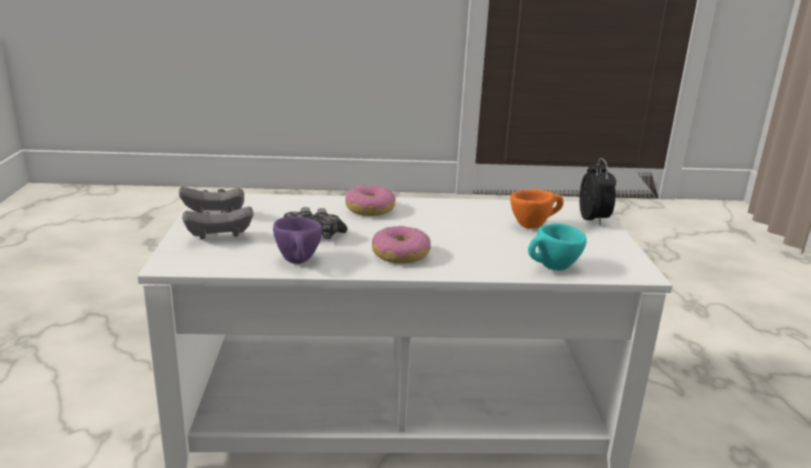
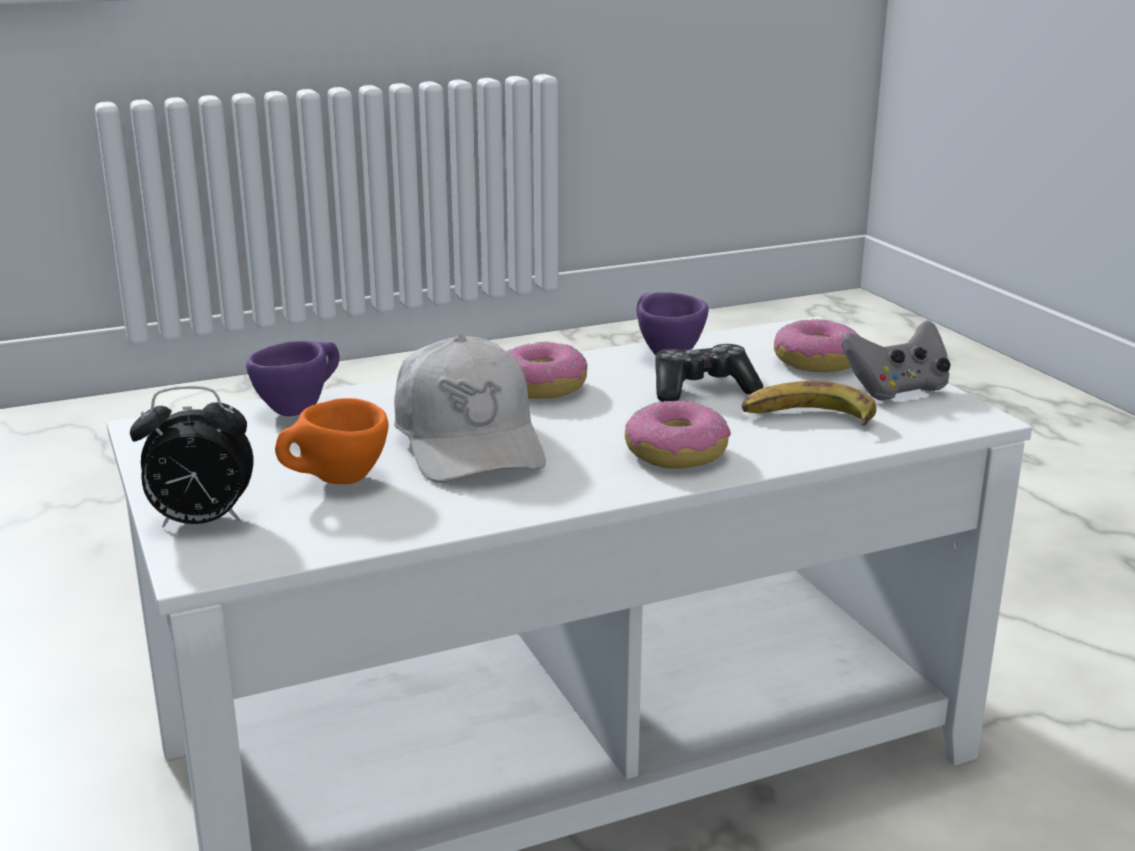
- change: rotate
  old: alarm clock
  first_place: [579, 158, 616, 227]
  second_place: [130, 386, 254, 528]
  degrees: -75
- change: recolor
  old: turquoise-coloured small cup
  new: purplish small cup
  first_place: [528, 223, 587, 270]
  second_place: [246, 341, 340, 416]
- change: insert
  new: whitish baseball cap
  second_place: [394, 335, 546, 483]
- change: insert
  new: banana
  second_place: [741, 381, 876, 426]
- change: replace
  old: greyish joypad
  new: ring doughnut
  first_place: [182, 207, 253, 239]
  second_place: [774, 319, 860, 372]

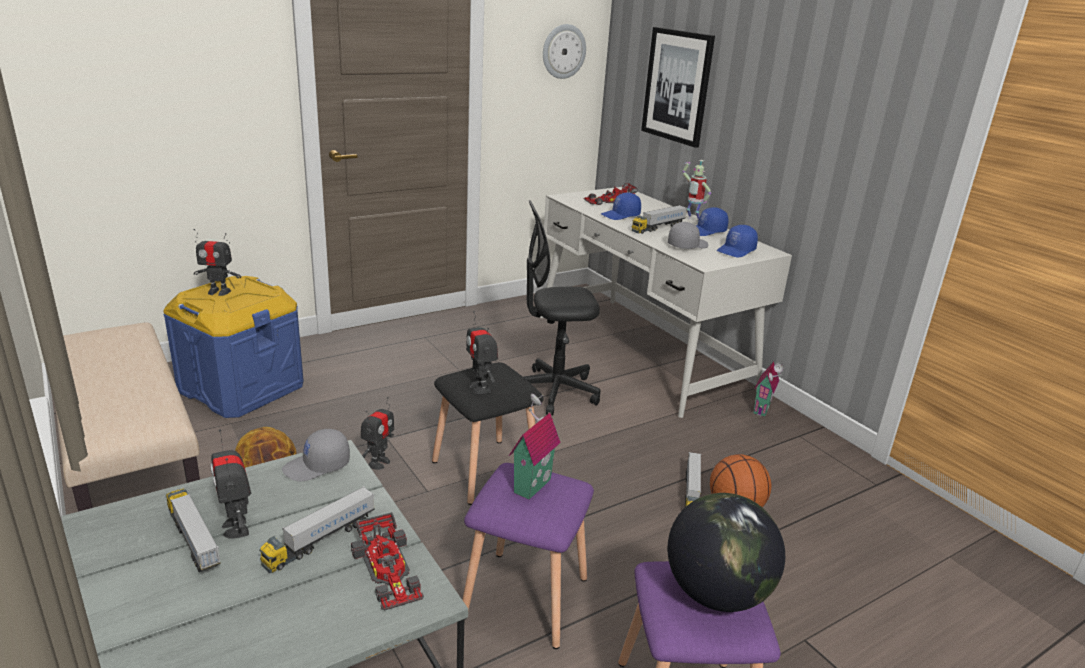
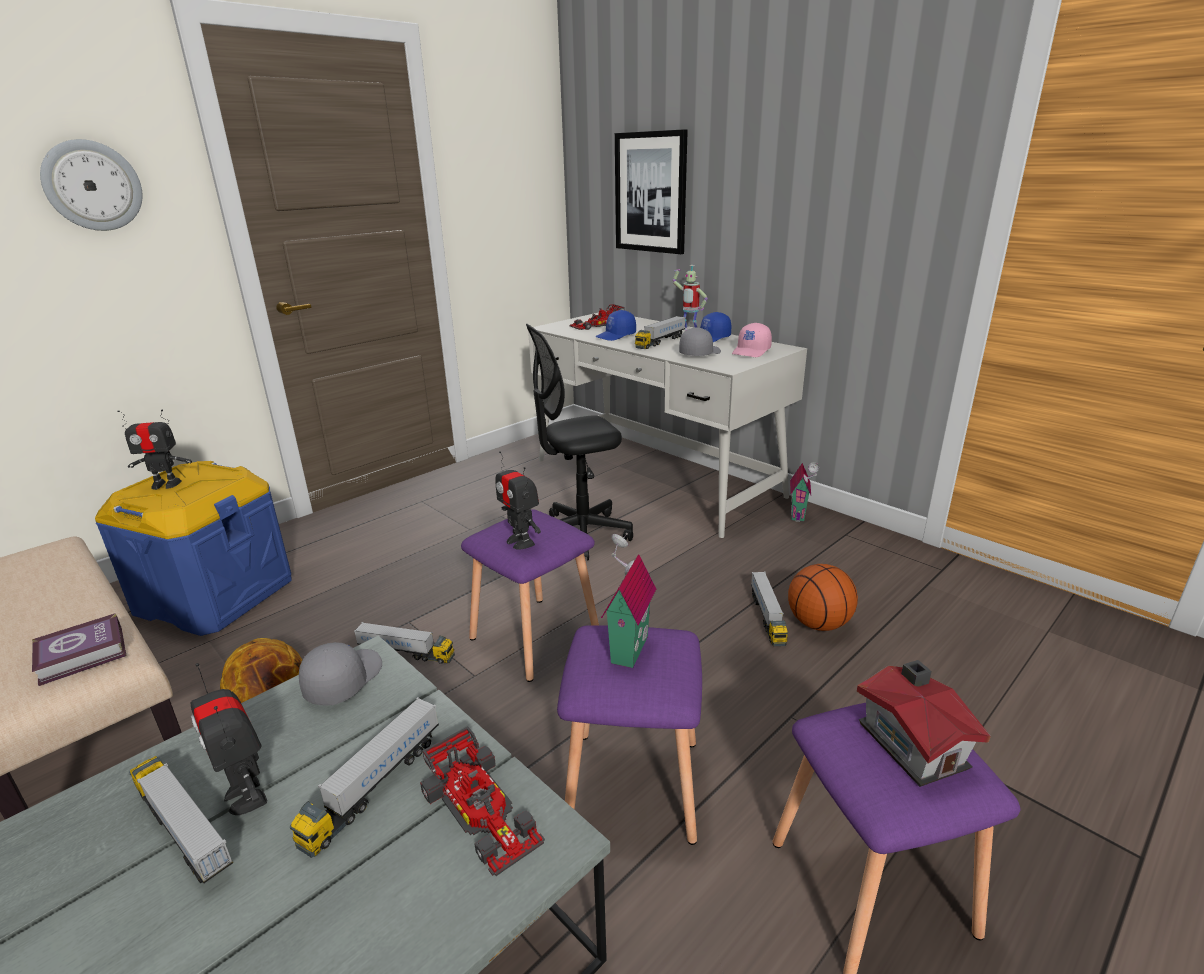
- change: insert
  new: bound book
  second_place: [32, 613, 126, 686]
- change: move
  old: wall clock
  first_place: [543, 24, 586, 79]
  second_place: [40, 139, 143, 231]
- change: rotate
  old: greyish baseball cap
  first_place: [282, 429, 350, 482]
  second_place: [299, 642, 382, 705]
  degrees: 150
- change: replace
  old: robot figure
  new: model truck
  first_place: [361, 397, 394, 470]
  second_place: [354, 622, 455, 664]
- change: recolor
  old: black sitting stool
  new: purplish sitting stool
  first_place: [432, 362, 544, 505]
  second_place: [461, 510, 599, 682]
- change: recolor
  old: blue baseball cap
  new: pink-coloured baseball cap
  first_place: [717, 225, 758, 258]
  second_place: [732, 323, 772, 357]
- change: replace
  old: world globe
  new: toy house
  first_place: [667, 493, 785, 612]
  second_place: [857, 660, 991, 787]

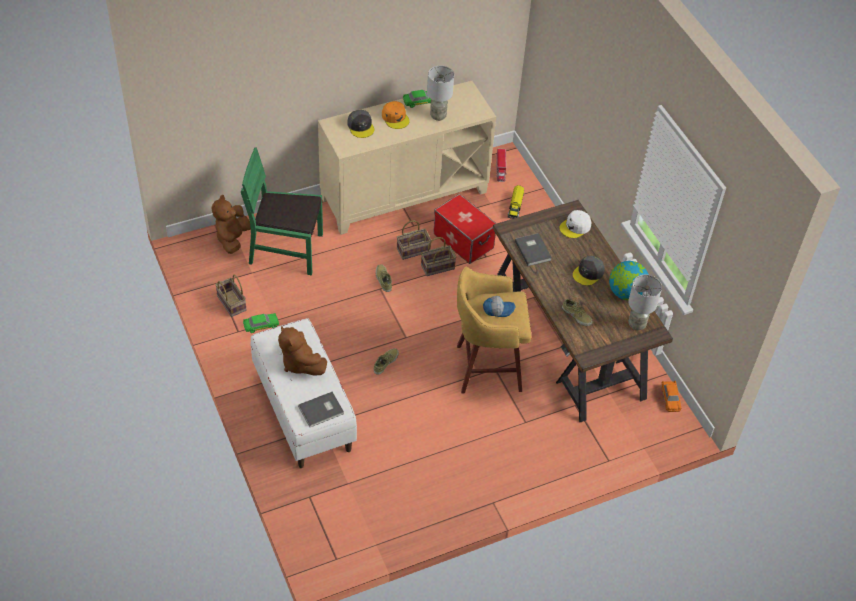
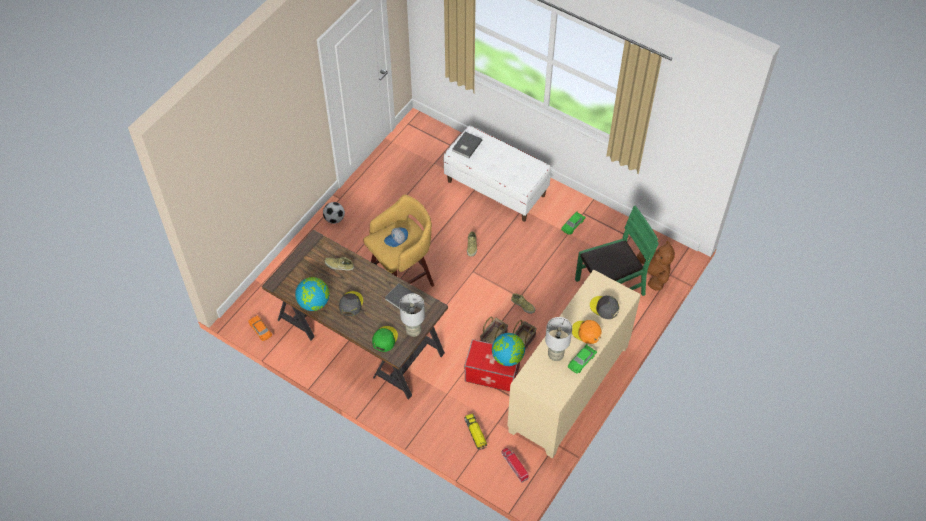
- change: insert
  new: football
  second_place: [323, 202, 345, 224]
- change: recolor
  old: whitish baseball cap
  new: greenish baseball cap
  first_place: [560, 210, 592, 238]
  second_place: [372, 326, 398, 352]
- change: move
  old: greyish table lamp
  first_place: [628, 275, 662, 330]
  second_place: [399, 293, 425, 337]
- change: insert
  new: world globe
  second_place: [492, 333, 525, 366]
- change: delete
  old: basket
  first_place: [215, 274, 246, 317]
- change: delete
  old: brownish plush toy
  first_place: [278, 325, 327, 375]

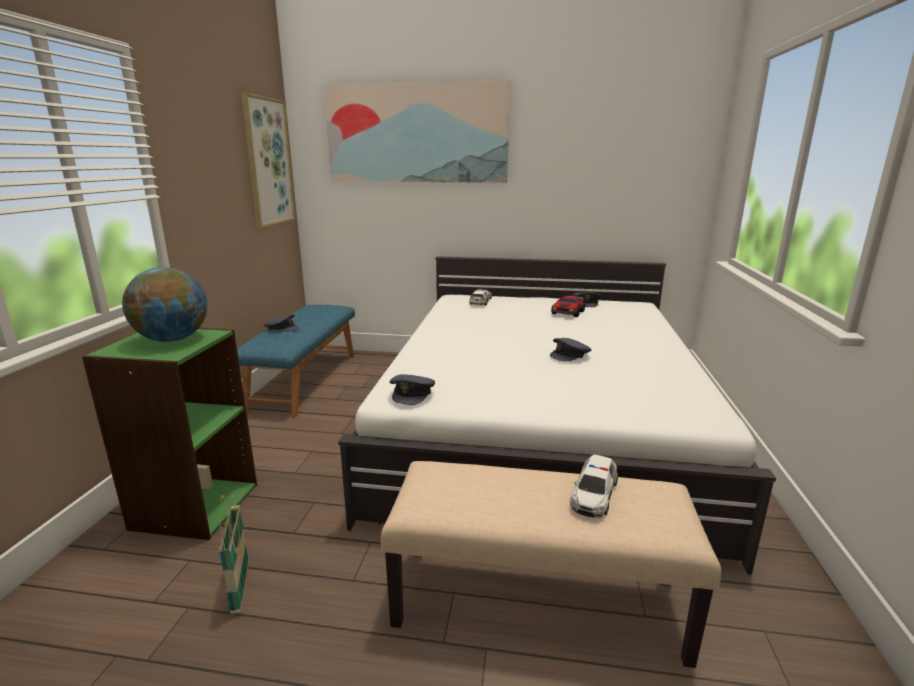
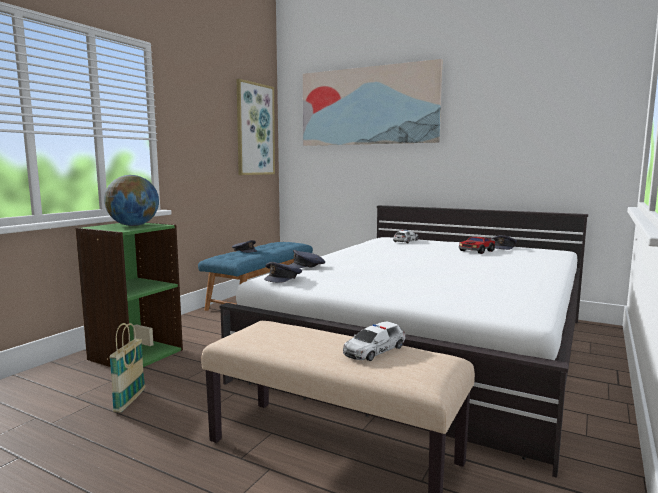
- change: move
  old: greyish baseball cap
  first_place: [550, 338, 591, 362]
  second_place: [290, 250, 325, 268]

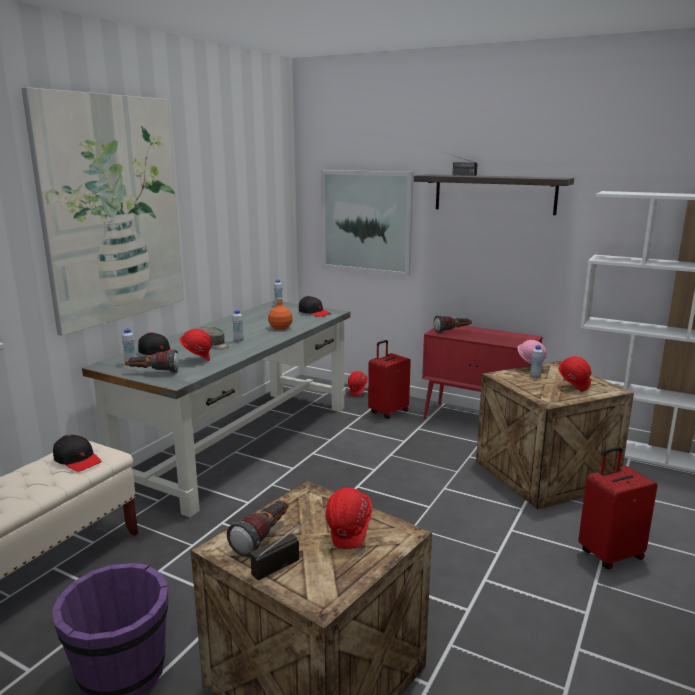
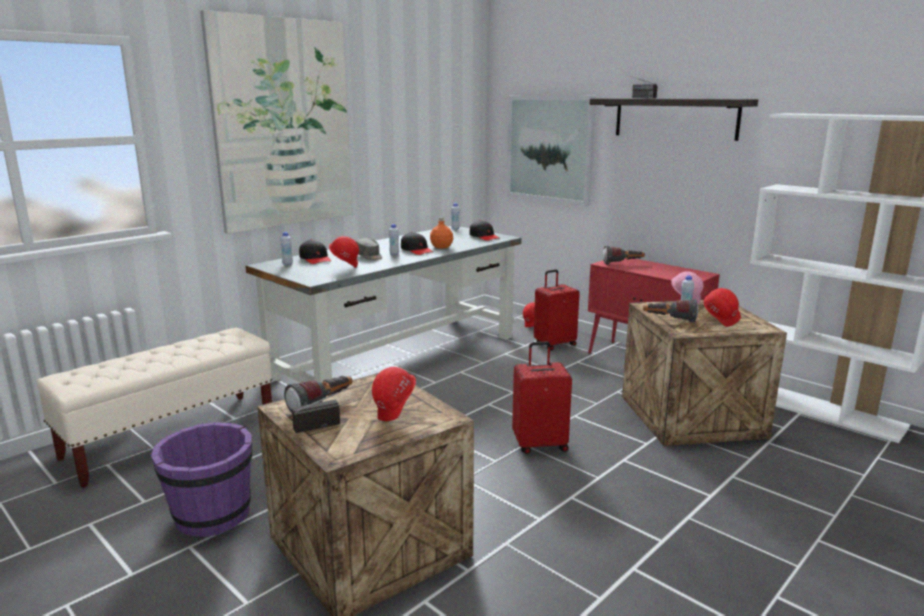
- change: move
  old: black baseball cap
  first_place: [53, 435, 101, 472]
  second_place: [401, 232, 433, 255]
- change: move
  old: reddish suitcase
  first_place: [578, 447, 657, 569]
  second_place: [512, 342, 572, 454]
- change: move
  old: flashlight
  first_place: [125, 350, 179, 373]
  second_place: [643, 299, 698, 323]

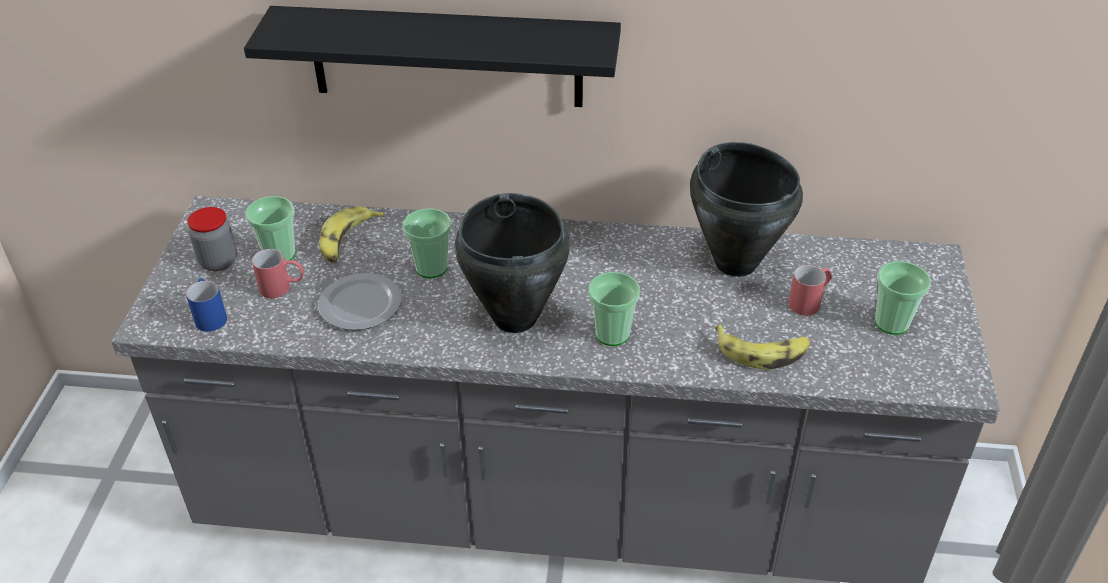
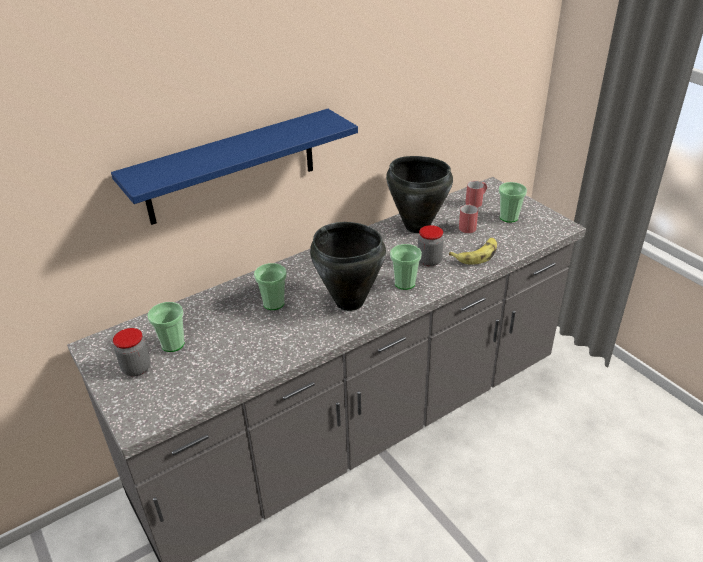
- change: recolor
  old: black wall shelf
  new: blue wall shelf
  first_place: [244, 6, 621, 107]
  second_place: [111, 109, 358, 225]
- change: insert
  new: preserve jar
  second_place: [418, 225, 444, 267]
- change: move
  old: reddish coffee mug
  first_place: [252, 249, 304, 298]
  second_place: [465, 181, 487, 207]
- change: delete
  old: blue coffee mug
  first_place: [186, 278, 227, 332]
- change: delete
  old: plate
  first_place: [318, 273, 402, 330]
- change: delete
  old: banana
  first_place: [319, 206, 385, 263]

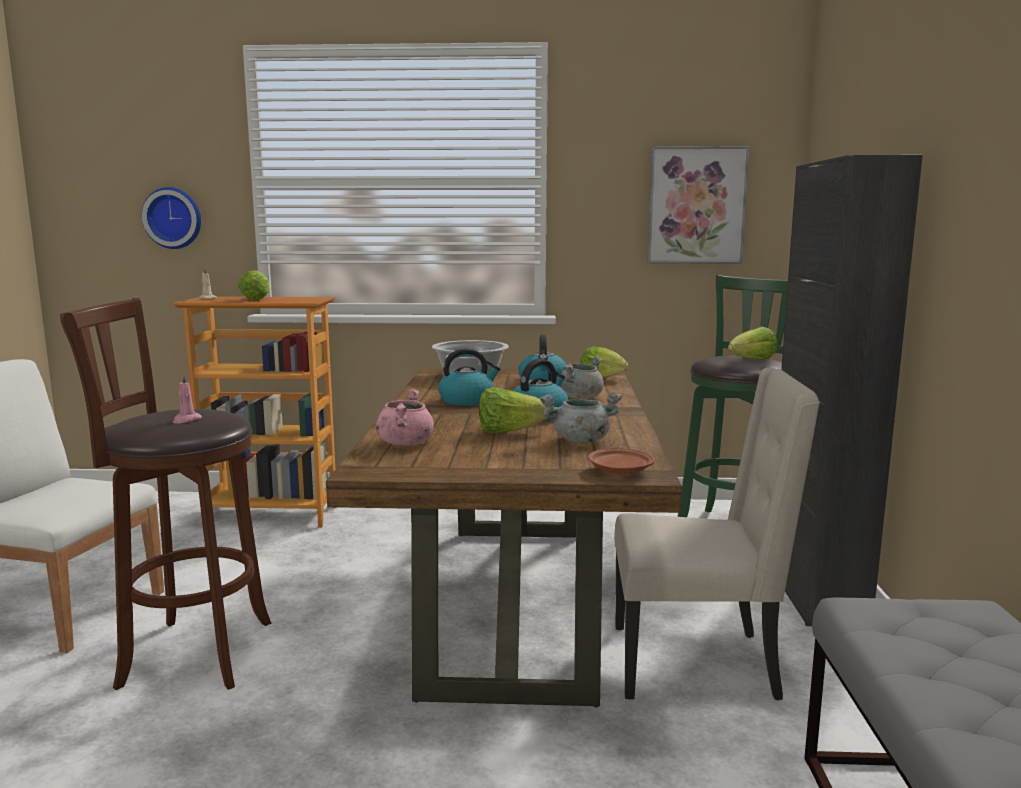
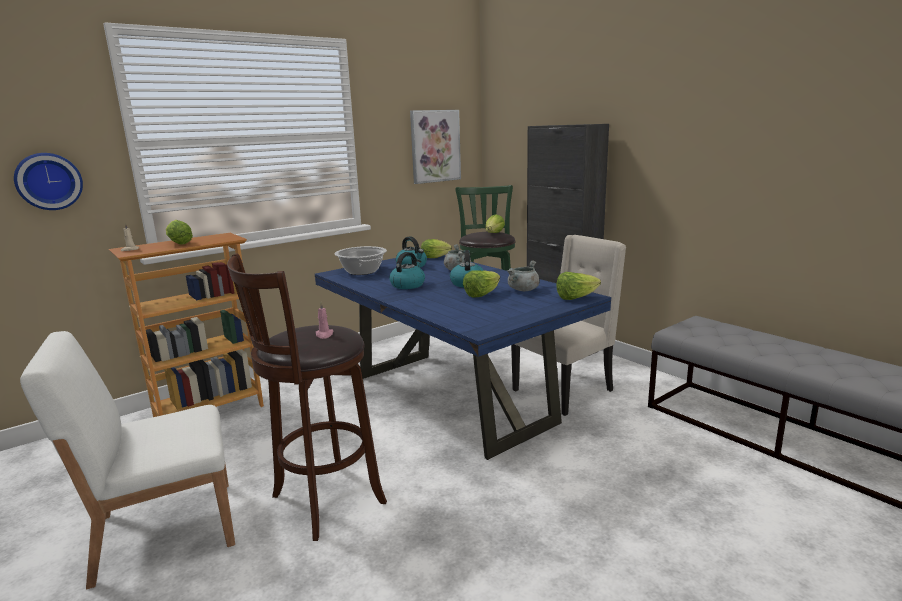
- change: recolor
  old: brownish dinner table
  new: blue dinner table
  first_place: [326, 368, 682, 707]
  second_place: [315, 255, 611, 460]
- change: replace
  old: brownish plate
  new: head of lettuce
  first_place: [588, 448, 654, 475]
  second_place: [556, 272, 601, 300]
- change: delete
  old: pink-coloured cooking pot
  first_place: [376, 389, 434, 445]

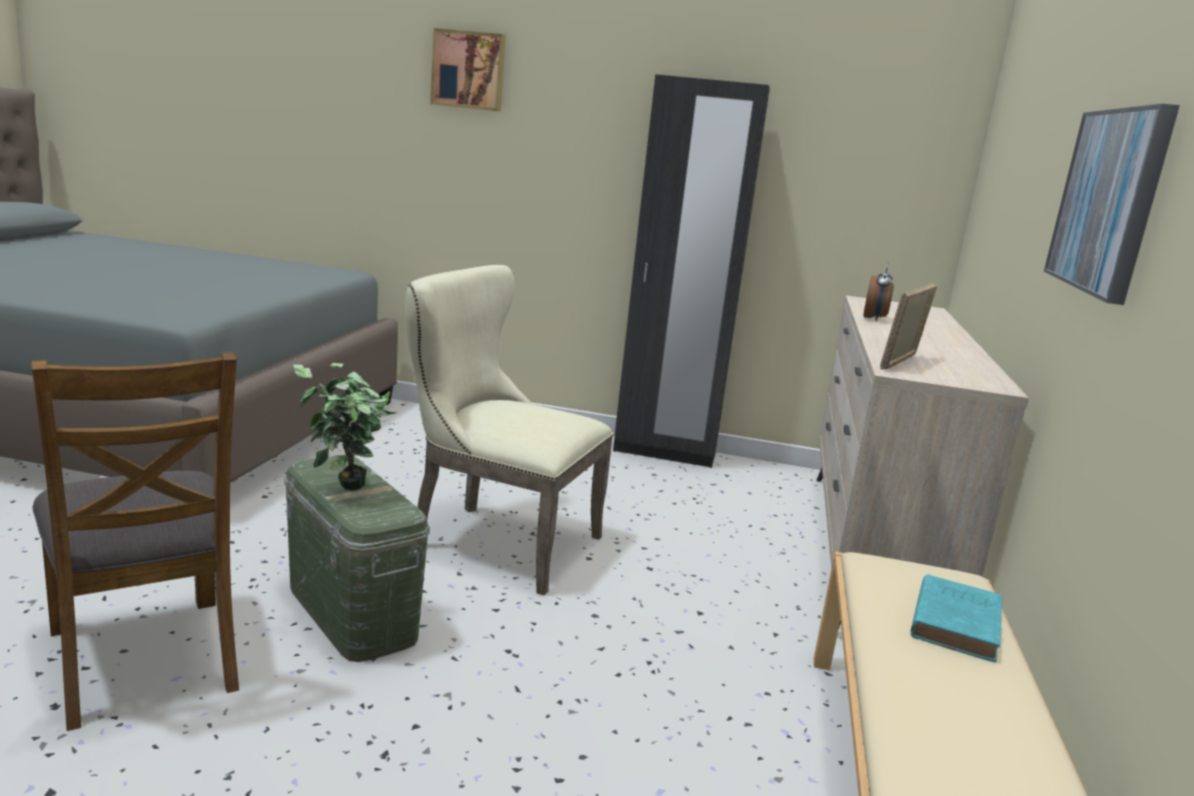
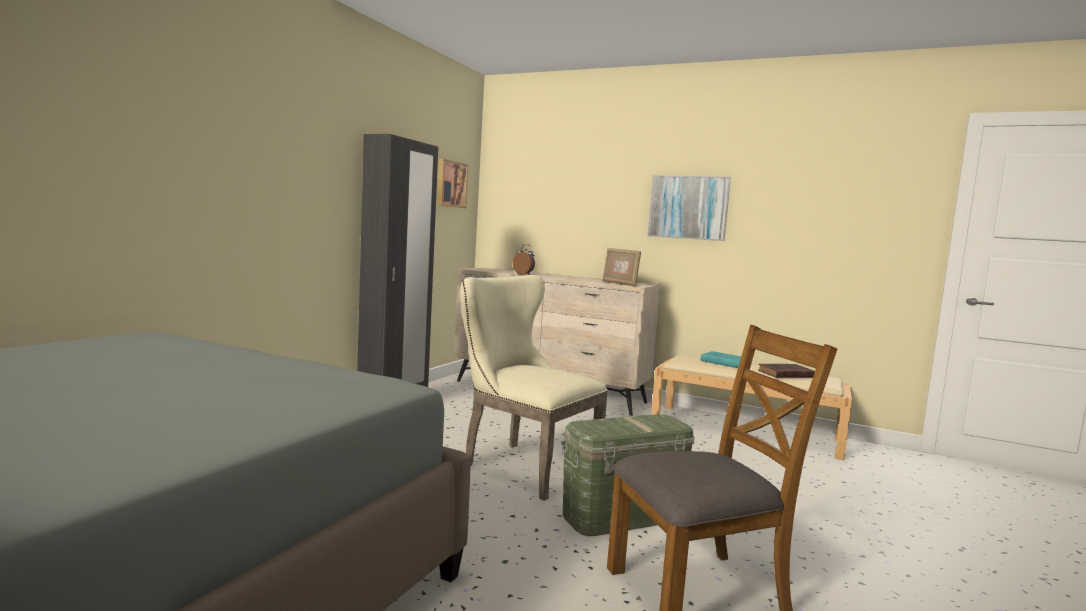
- change: move
  old: wall art
  first_place: [430, 28, 506, 112]
  second_place: [437, 159, 469, 208]
- change: rotate
  old: beige chair
  first_place: [405, 265, 614, 595]
  second_place: [460, 275, 608, 501]
  degrees: 90
- change: insert
  new: brownish bound book
  second_place: [758, 364, 815, 378]
- change: delete
  old: plant in a pot
  first_place: [293, 363, 397, 491]

